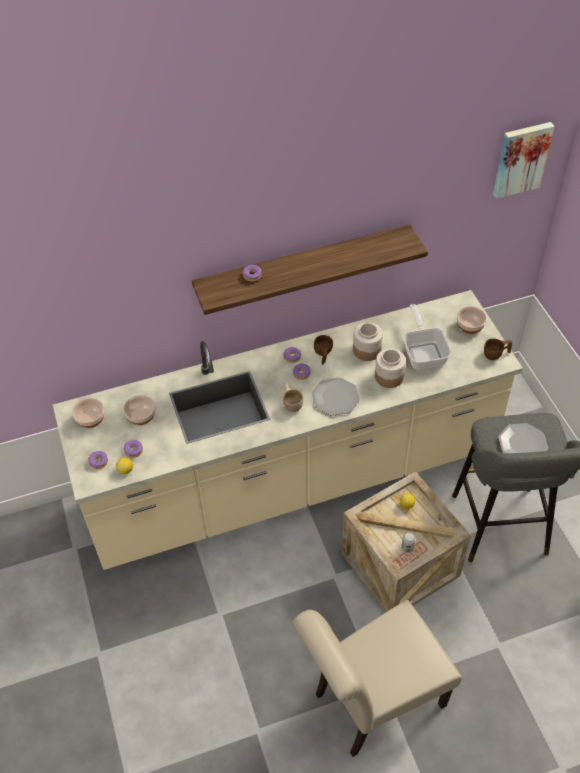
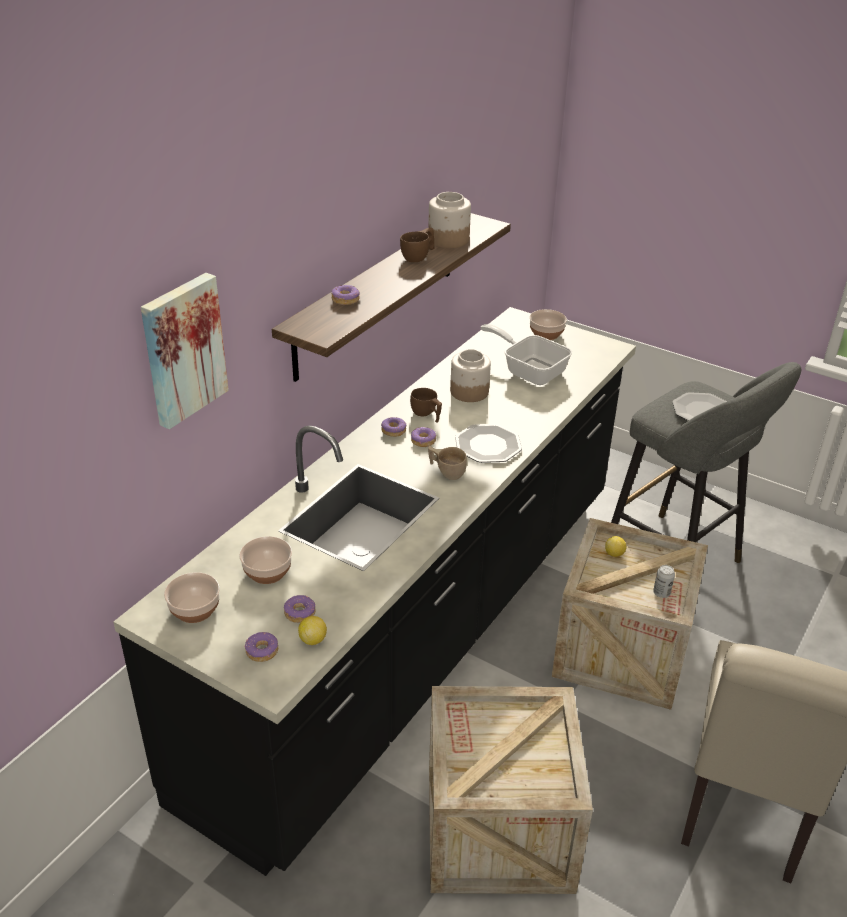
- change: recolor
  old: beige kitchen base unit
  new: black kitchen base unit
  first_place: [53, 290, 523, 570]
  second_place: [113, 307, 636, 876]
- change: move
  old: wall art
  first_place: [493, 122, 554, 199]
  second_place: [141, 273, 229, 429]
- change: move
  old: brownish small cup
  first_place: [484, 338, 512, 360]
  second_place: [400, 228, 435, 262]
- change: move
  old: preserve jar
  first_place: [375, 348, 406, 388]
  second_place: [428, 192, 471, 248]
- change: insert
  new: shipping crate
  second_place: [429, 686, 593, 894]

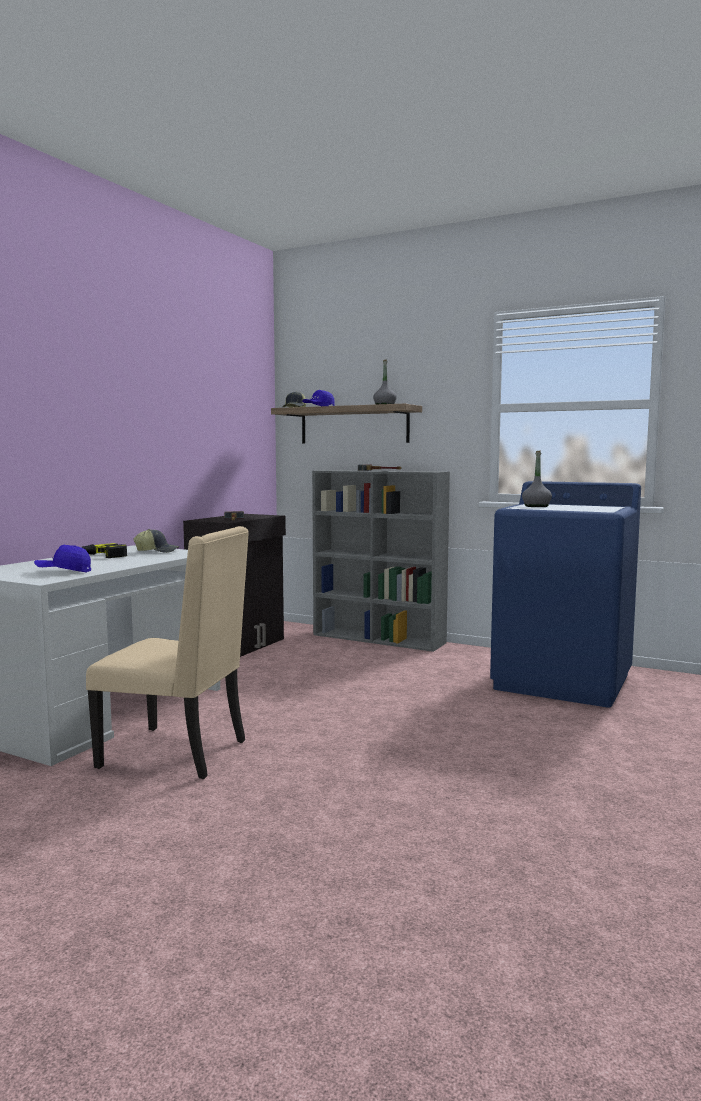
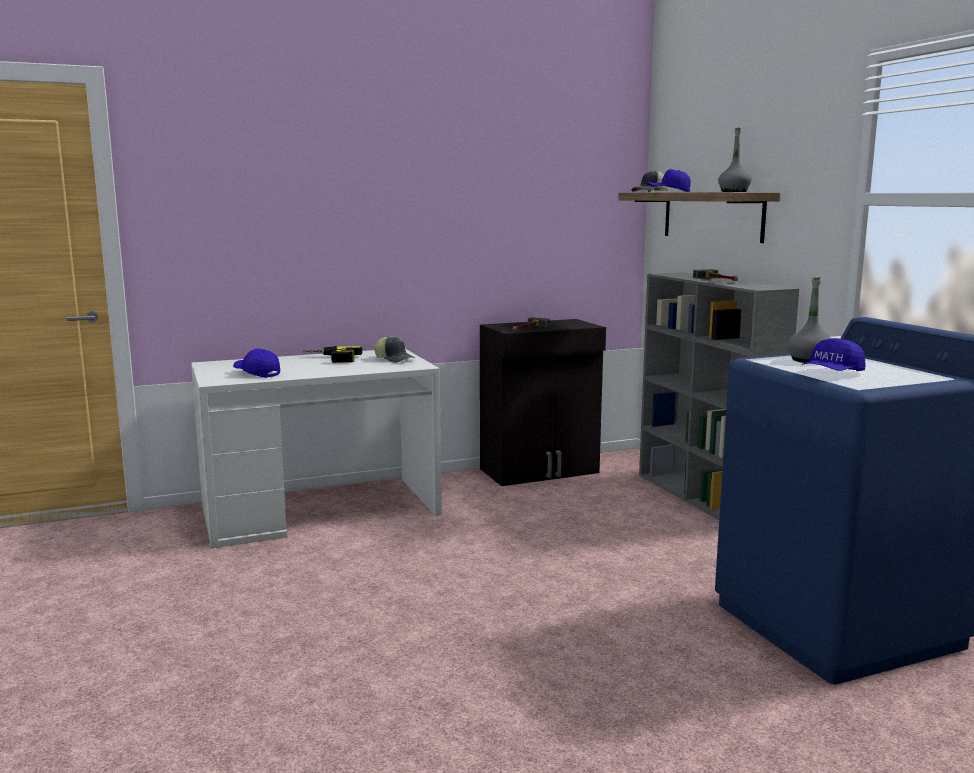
- change: insert
  new: blue baseball cap
  second_place: [802, 338, 865, 371]
- change: delete
  old: beige chair
  first_place: [86, 526, 249, 779]

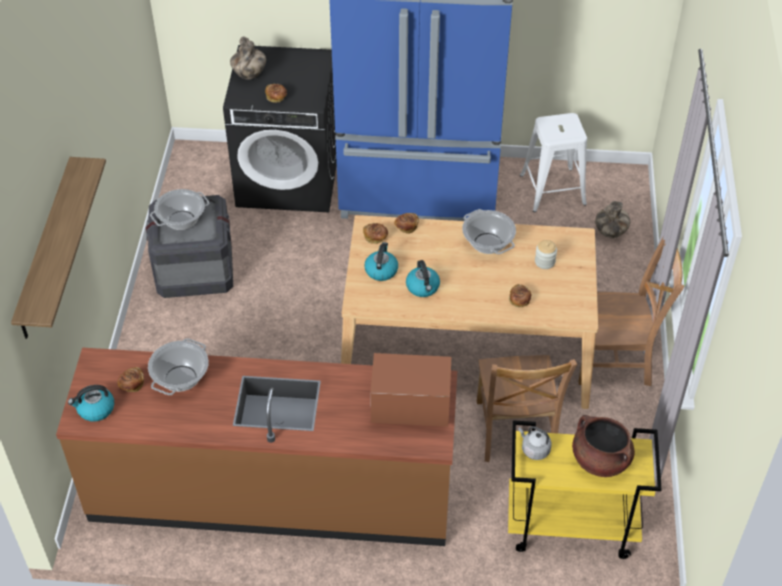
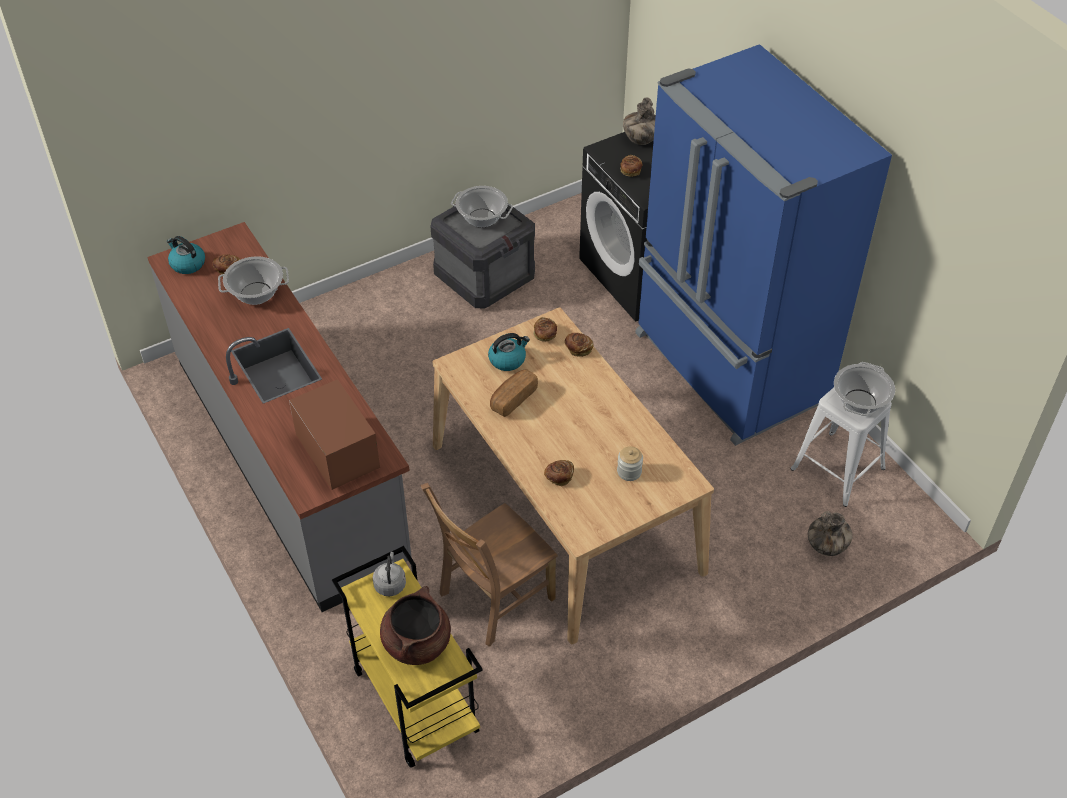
- change: recolor
  old: brownish kitchen base unit
  new: greyish kitchen base unit
  first_place: [56, 347, 457, 546]
  second_place: [148, 222, 412, 612]
- change: replace
  old: tea kettle
  new: baked bread
  first_place: [406, 260, 440, 297]
  second_place: [490, 370, 538, 417]
- change: move
  old: cooking pot
  first_place: [462, 209, 516, 254]
  second_place: [834, 362, 895, 416]
- change: delete
  old: wall shelf
  first_place: [11, 157, 106, 339]
- change: delete
  old: brownish chair
  first_place: [578, 238, 684, 386]

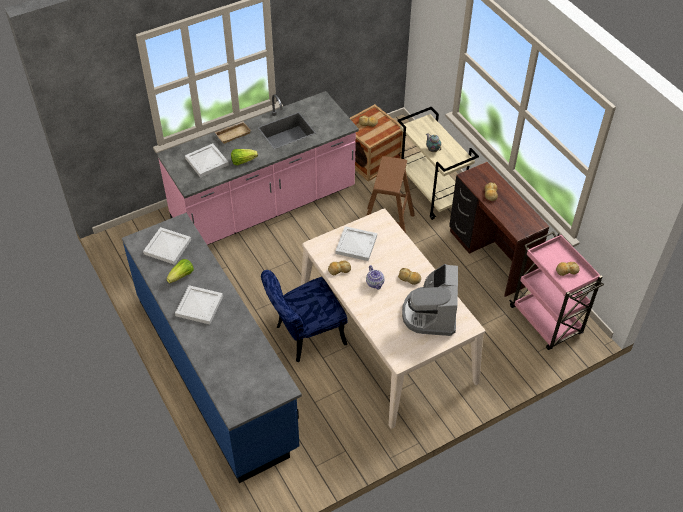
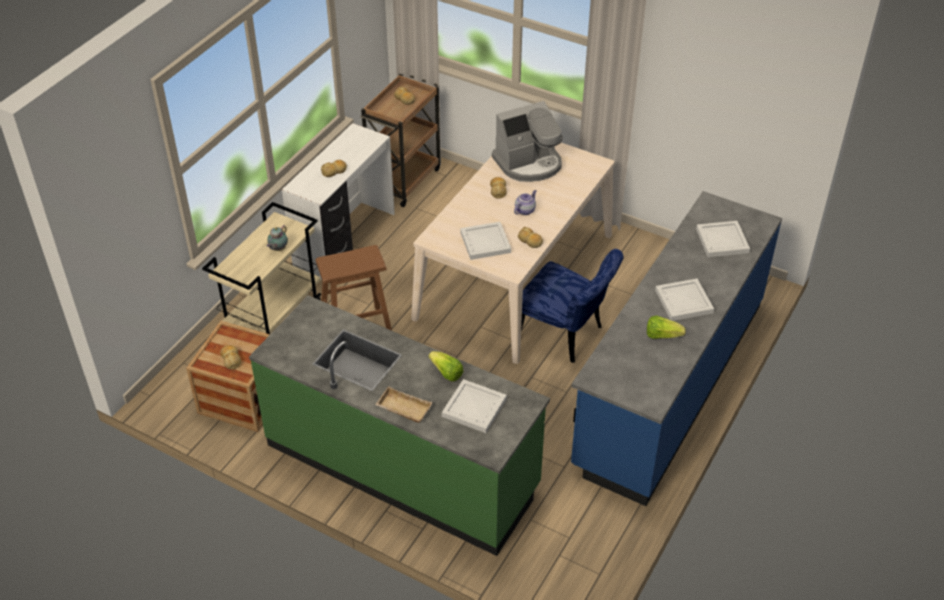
- change: recolor
  old: pink-coloured kitchen base unit
  new: greenish kitchen base unit
  first_place: [156, 91, 359, 245]
  second_place: [249, 295, 550, 556]
- change: recolor
  old: brownish desk unit
  new: whitish desk unit
  first_place: [449, 162, 549, 297]
  second_place: [282, 123, 395, 280]
- change: recolor
  old: pink-coloured wheeled cart
  new: brownish wheeled cart
  first_place: [509, 231, 604, 350]
  second_place: [360, 74, 440, 207]
- change: move
  old: whitish tray
  first_place: [143, 227, 191, 265]
  second_place: [696, 221, 750, 257]

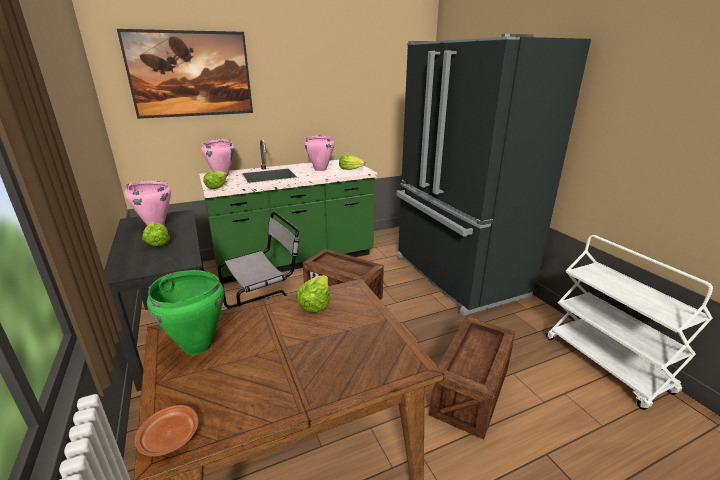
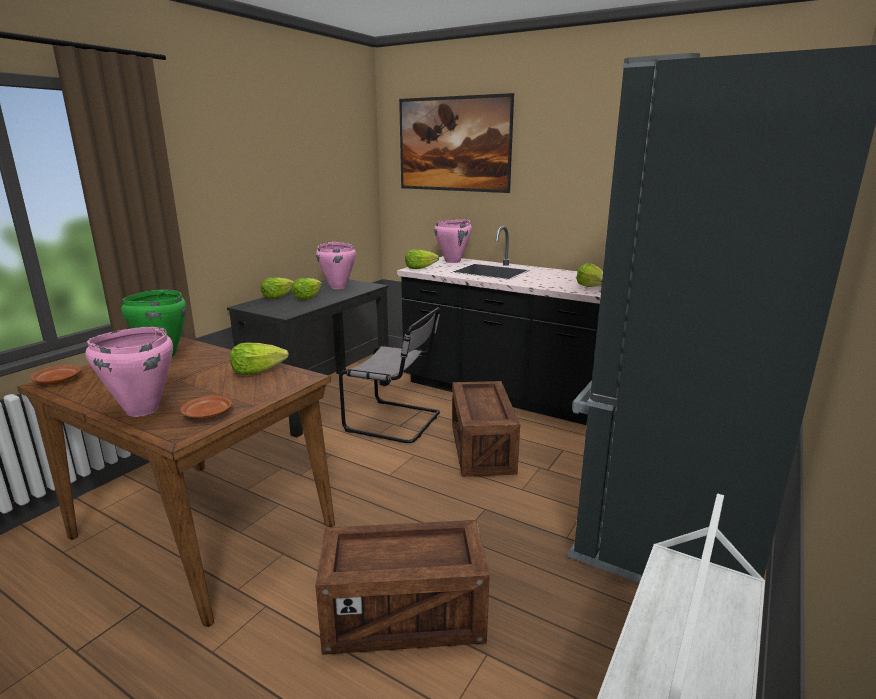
- change: move
  old: pink-coloured cooking pot
  first_place: [305, 136, 334, 171]
  second_place: [85, 327, 173, 417]
- change: insert
  new: brownish plate
  second_place: [180, 395, 232, 419]
- change: insert
  new: head of lettuce
  second_place: [261, 277, 294, 299]
- change: recolor
  old: greenish kitchen base unit
  new: black kitchen base unit
  first_place: [199, 139, 377, 284]
  second_place: [397, 226, 602, 425]

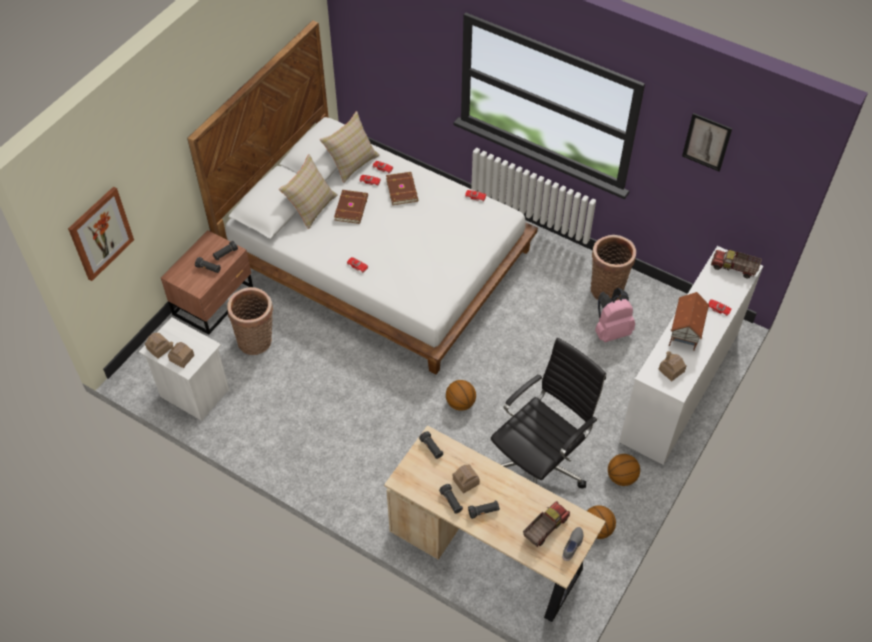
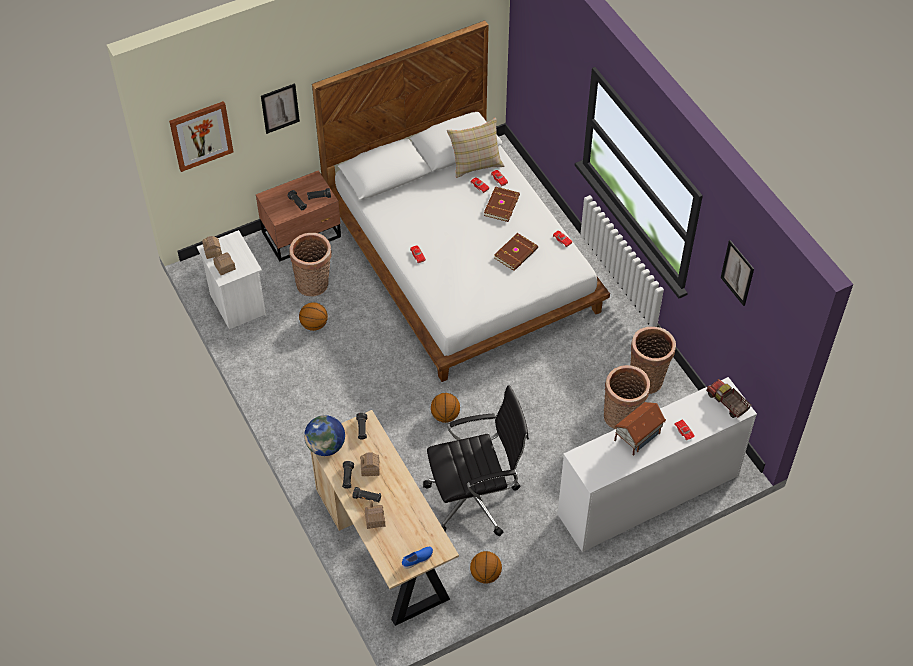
- change: insert
  new: wall art
  second_place: [261, 83, 300, 134]
- change: move
  old: ball for basketball
  first_place: [608, 454, 640, 486]
  second_place: [299, 302, 328, 331]
- change: insert
  new: world globe
  second_place: [304, 415, 345, 456]
- change: move
  old: toy house
  first_place: [658, 351, 686, 381]
  second_place: [365, 500, 385, 529]
- change: recolor
  old: greyish shoe
  new: blue shoe
  first_place: [562, 527, 583, 561]
  second_place: [402, 547, 433, 569]
- change: move
  old: brownish bound book
  first_place: [334, 190, 368, 224]
  second_place: [494, 233, 538, 271]
- change: replace
  old: pink-coloured rucksack
  new: basket
  first_place: [595, 288, 635, 342]
  second_place: [604, 365, 650, 429]
- change: delete
  old: beige cushion
  first_place: [279, 154, 338, 229]
- change: delete
  old: model truck
  first_place: [523, 501, 570, 547]

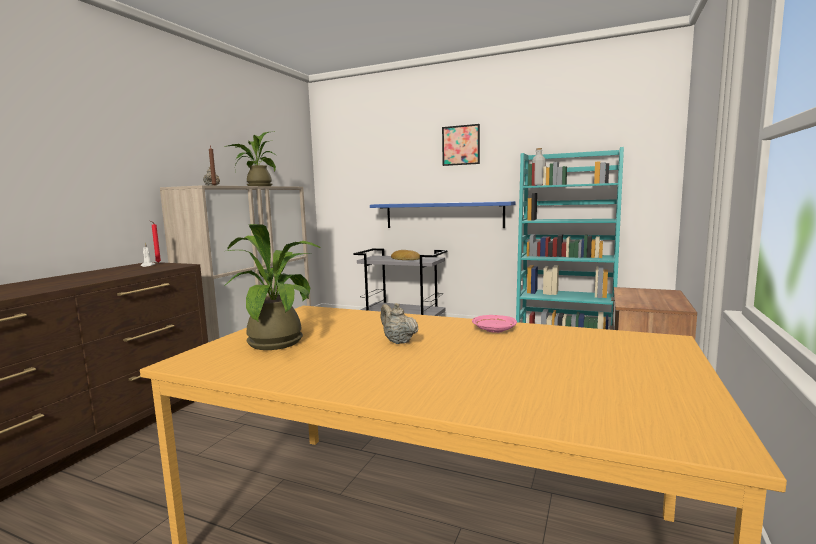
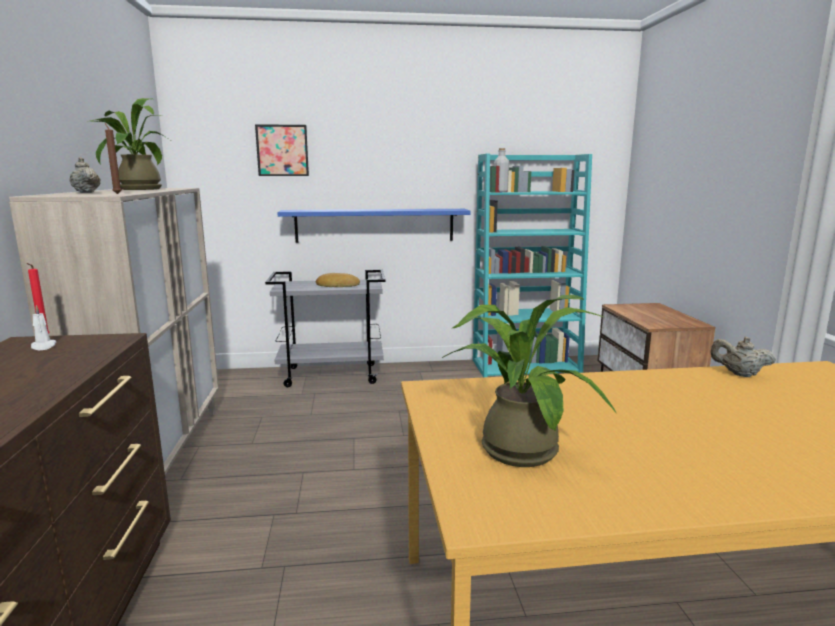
- change: move
  old: wall art
  first_place: [442, 124, 480, 166]
  second_place: [255, 124, 309, 176]
- change: move
  old: beige teapot
  first_place: [380, 303, 418, 344]
  second_place: [710, 337, 776, 377]
- change: delete
  old: pink-coloured plate
  first_place: [472, 315, 517, 333]

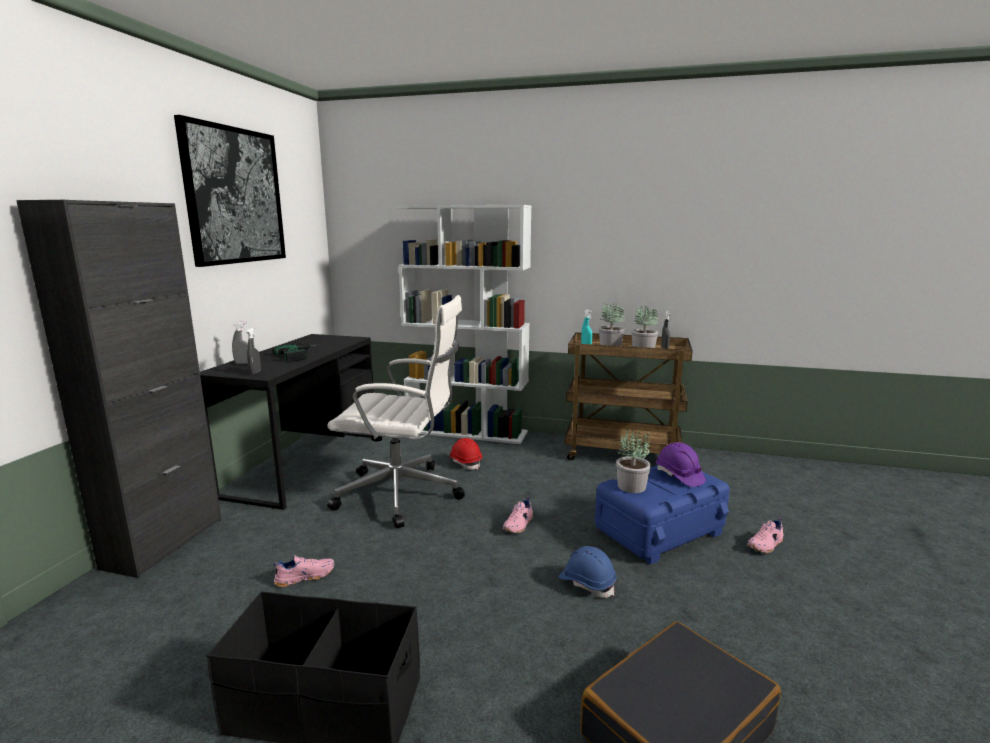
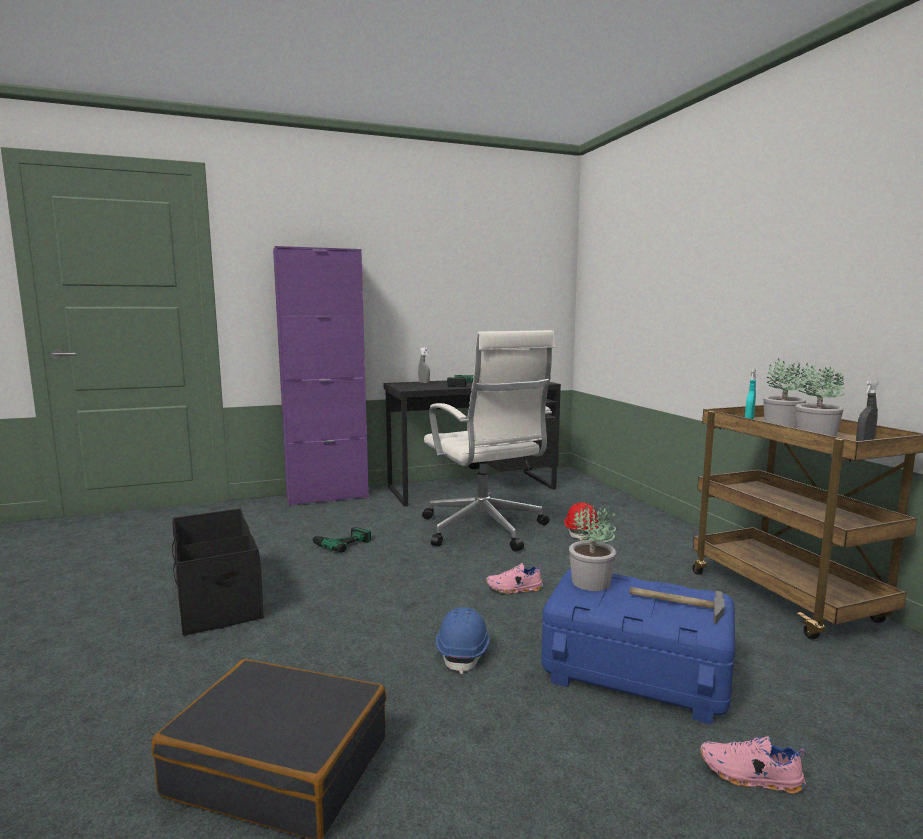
- change: recolor
  old: black cupboard
  new: purplish cupboard
  first_place: [16, 200, 221, 578]
  second_place: [273, 246, 369, 506]
- change: replace
  old: pink-coloured shoe
  new: drill
  first_place: [274, 556, 334, 587]
  second_place: [308, 527, 371, 553]
- change: replace
  old: purplish hard hat
  new: tool hammer
  first_place: [656, 442, 705, 487]
  second_place: [629, 587, 725, 624]
- change: delete
  old: wall art
  first_place: [174, 115, 286, 267]
- change: delete
  old: greyish sprayer
  first_place: [247, 327, 261, 375]
- change: delete
  old: whitish bookcase
  first_place: [396, 205, 532, 444]

